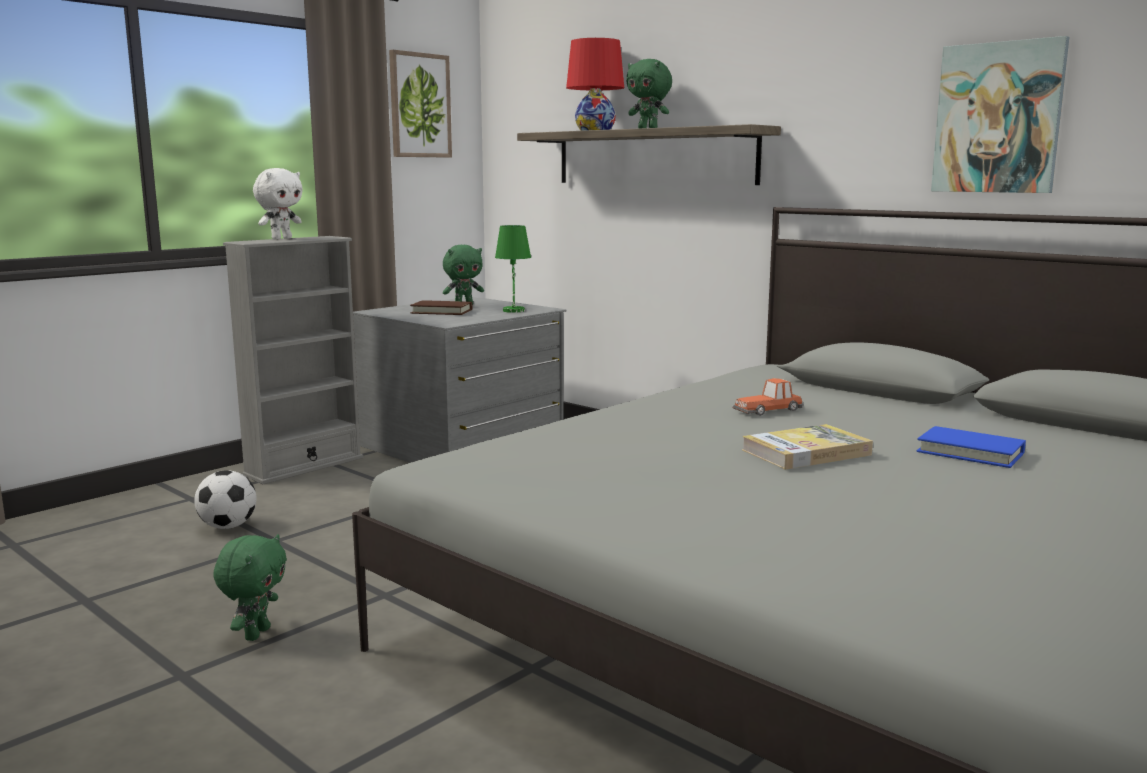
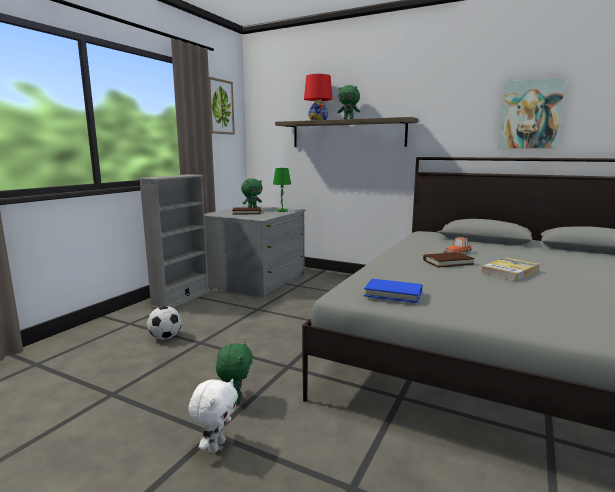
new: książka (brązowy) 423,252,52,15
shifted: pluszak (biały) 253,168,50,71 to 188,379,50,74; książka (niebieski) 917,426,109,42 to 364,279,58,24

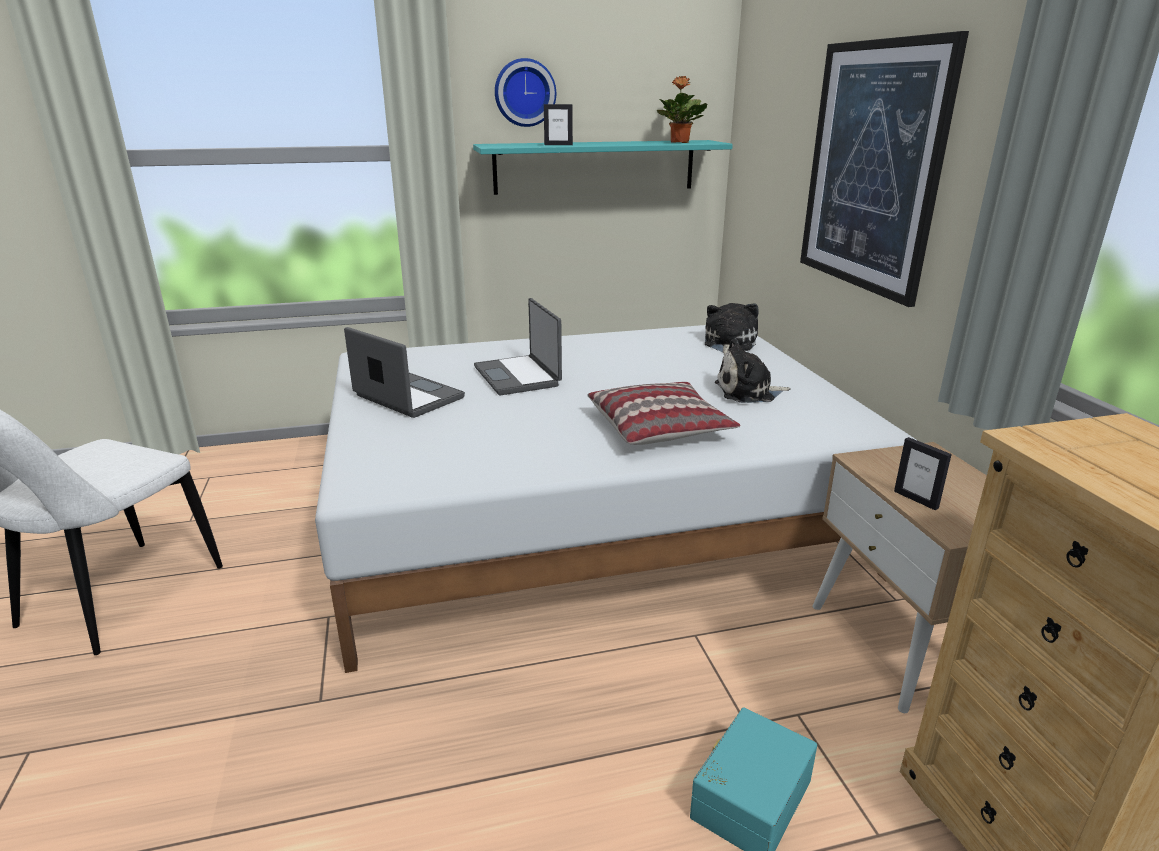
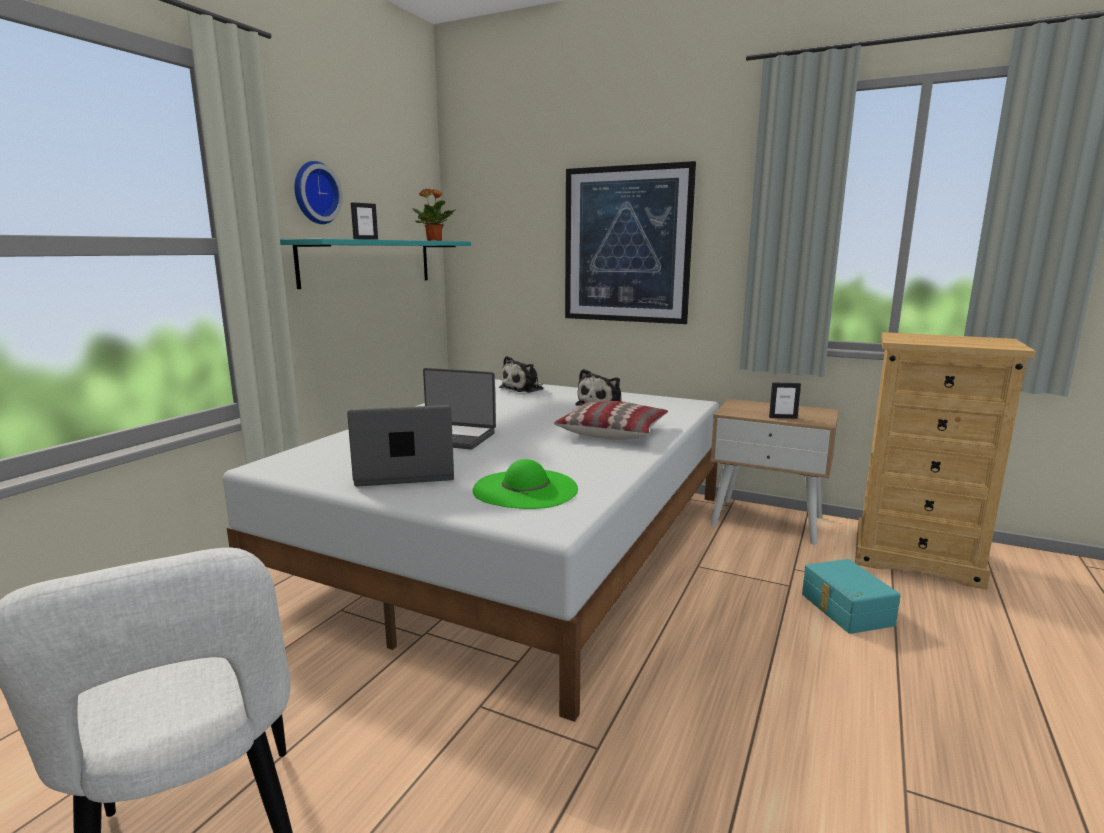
new: kapelusz (zielony) 473,459,105,50
rotated: pluszak 705,303,54,52 = 499,356,45,37 105 degrees counterclockwise

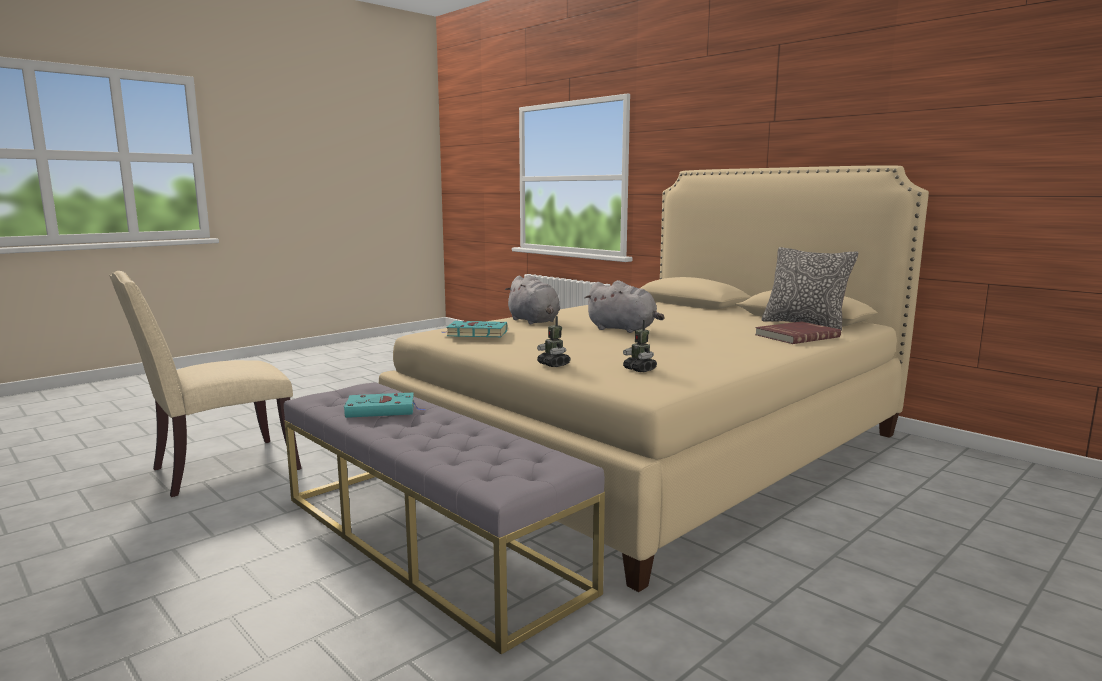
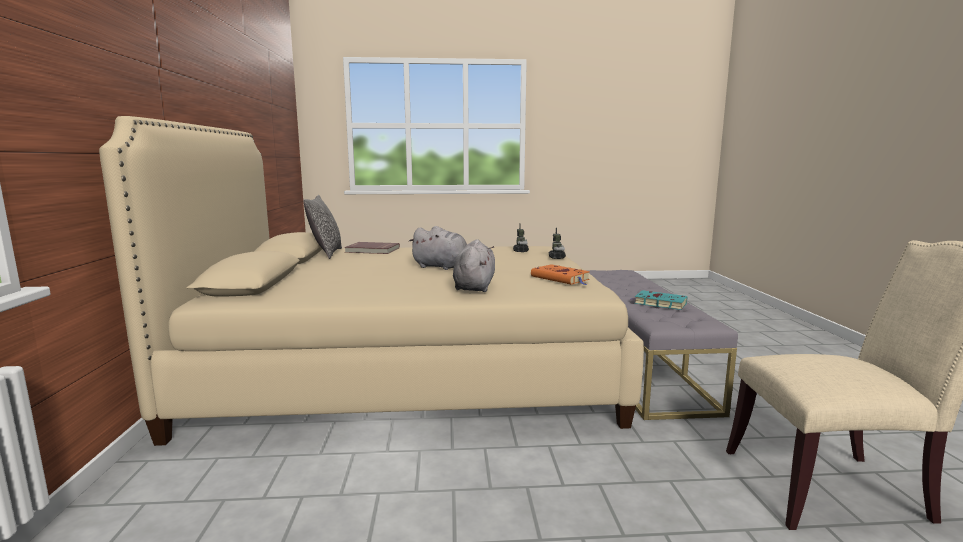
repainted: książka (turkusowy) 441,321,66,16 to książka (pomarańczowy) 531,264,59,21
rotated: pluszak (szary) 585,280,79,53 = 409,226,58,44 135 degrees clockwise

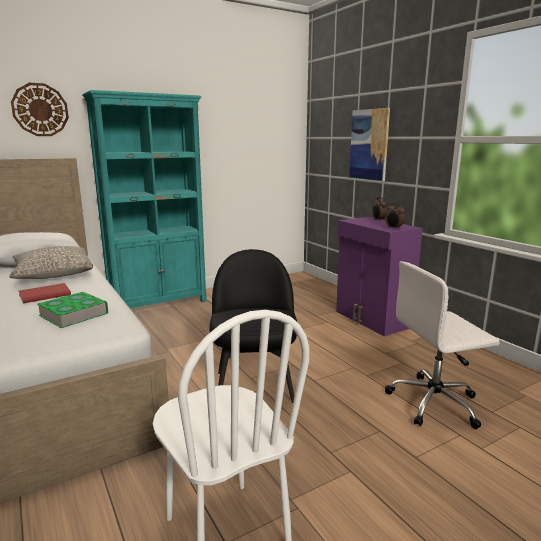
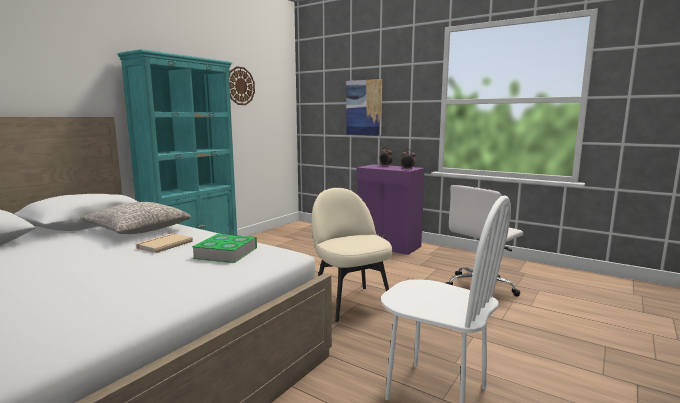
shifted: zegar ścienny 11,83,58,53 to 229,66,26,39
repainted: książka (czerwony) 19,283,52,21 to książka (beżowy) 136,233,57,20; krzesło (czarny) 209,249,88,154 to krzesło (beżowy) 311,188,81,134

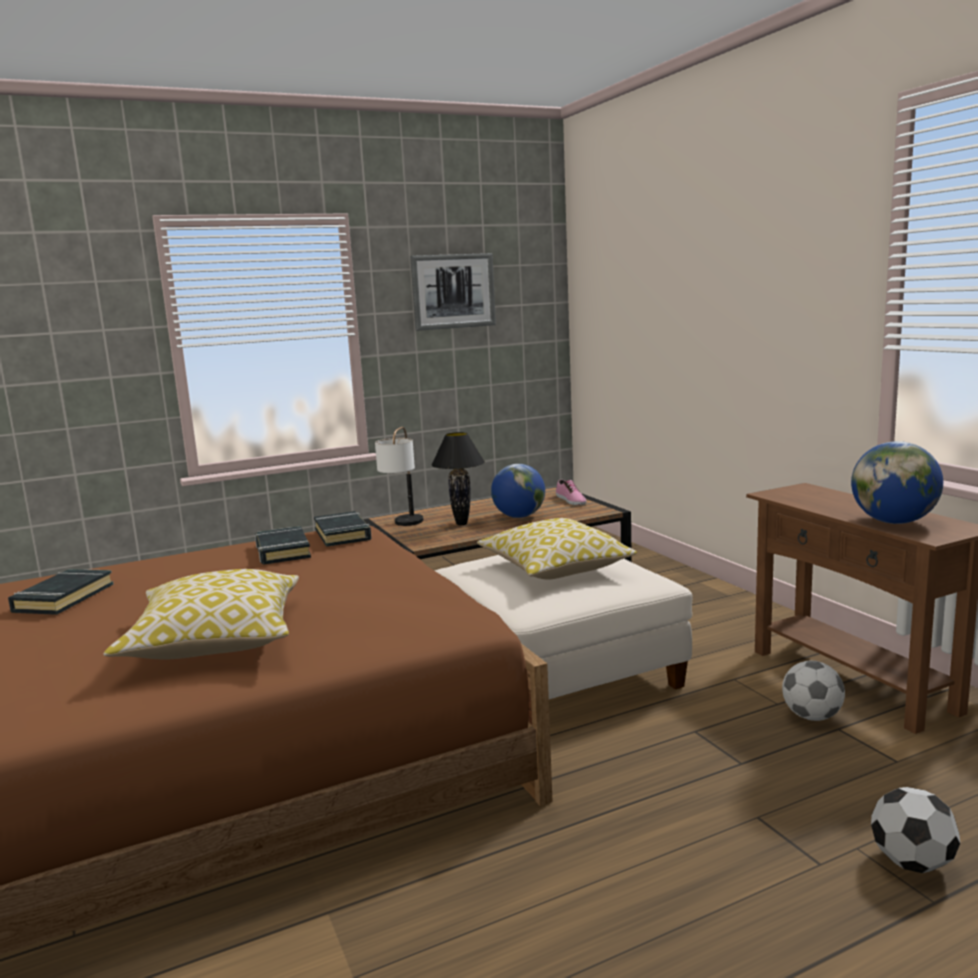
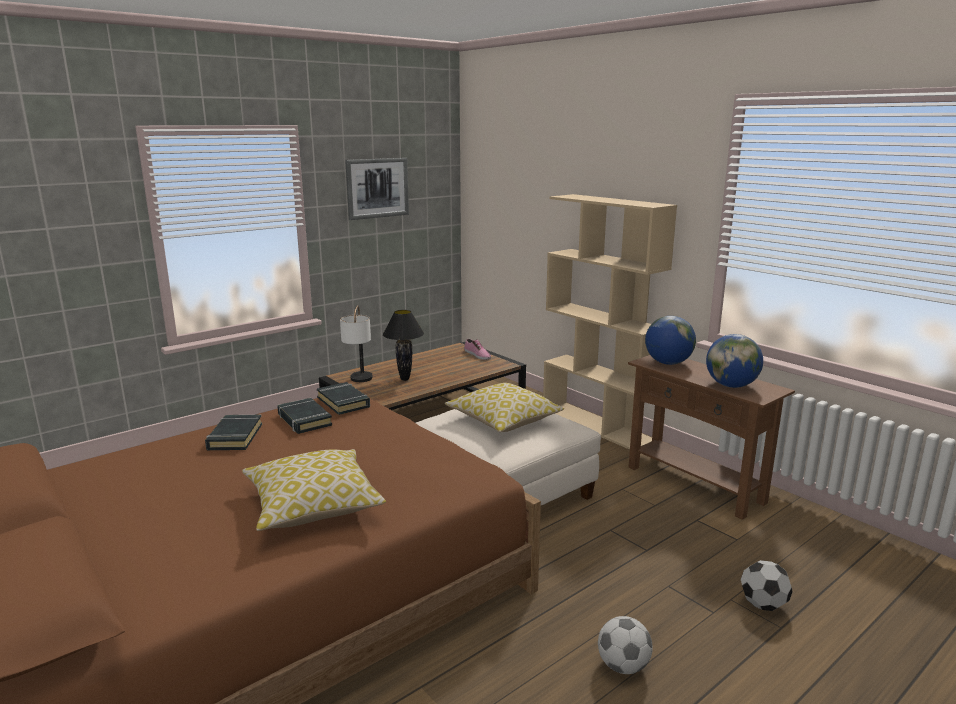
new: regał (beżowy) 543,194,134,256
shifted: książka (czarny) 8,569,106,46 to 205,415,57,35; piłka futbolowa 782,661,63,60 to 598,616,55,58; globus 491,464,54,54 to 645,316,51,49

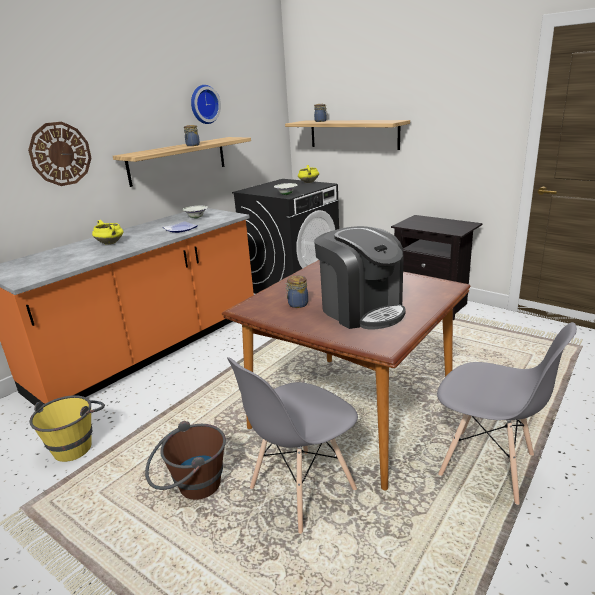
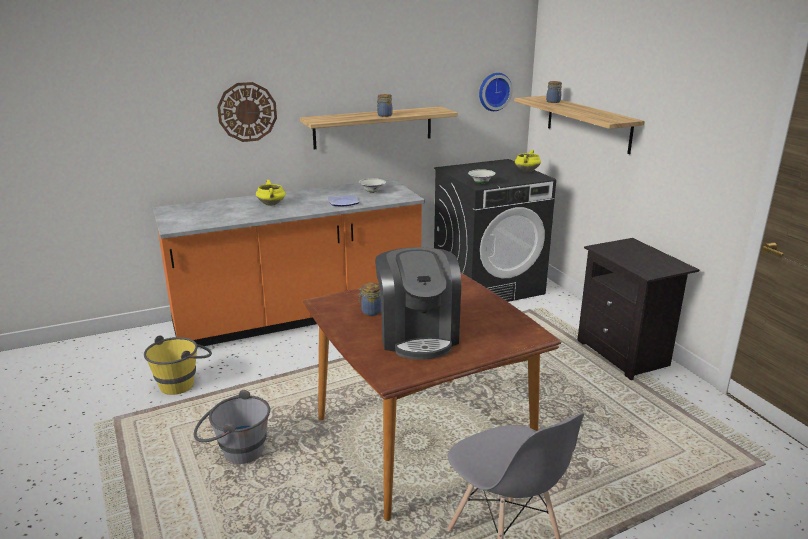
gone: krzesło (szary) 227,357,131,177
shifted: zegar ścienny 191,85,30,39 to 479,73,34,38
repainted: wiadro (brązowy) 145,421,81,79 to wiadro (szary) 194,390,76,74

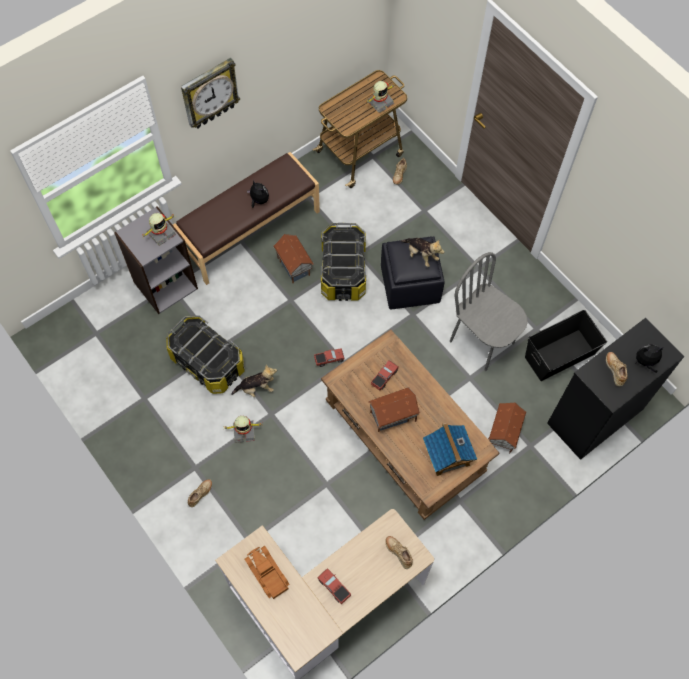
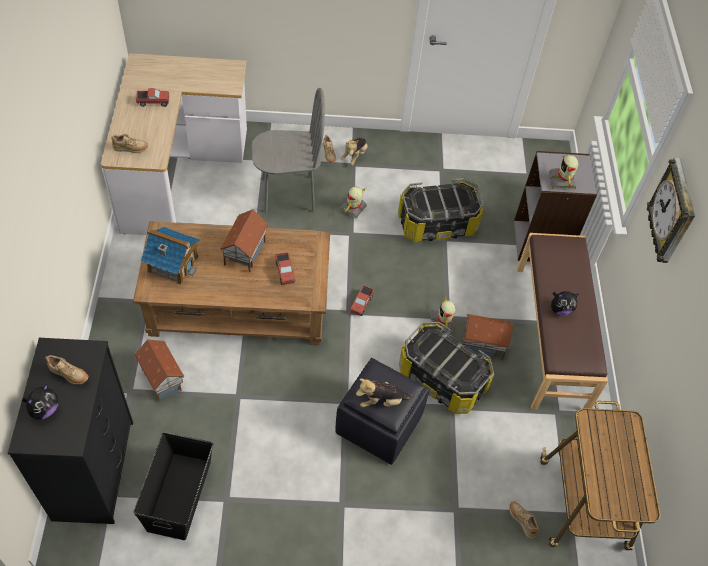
gone: ciężarówka zabawkowa 244,546,46,53
shifted: krzesło (szary) 450,252,78,119 to 252,88,73,125; pluszak 231,365,46,32 to 341,137,27,28; robot zabawkowy 366,81,28,32 to 431,296,24,36

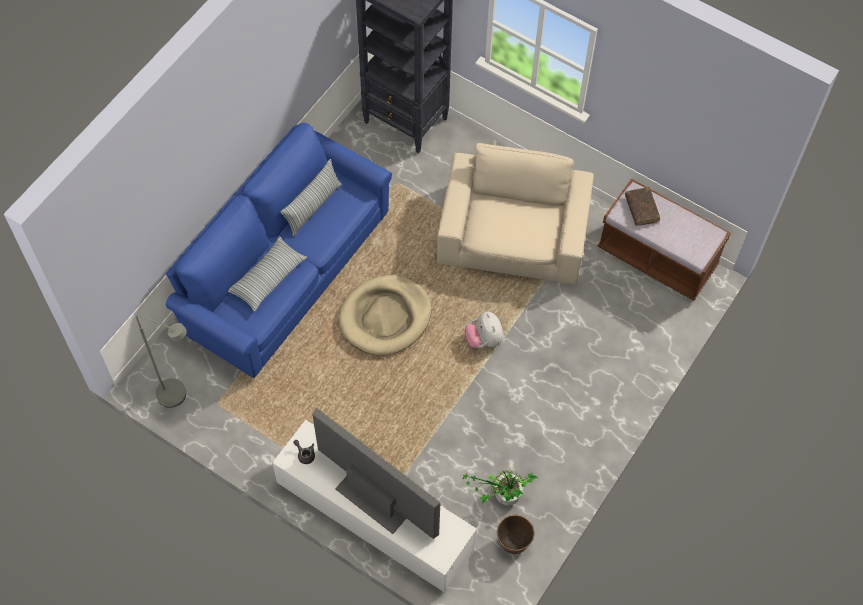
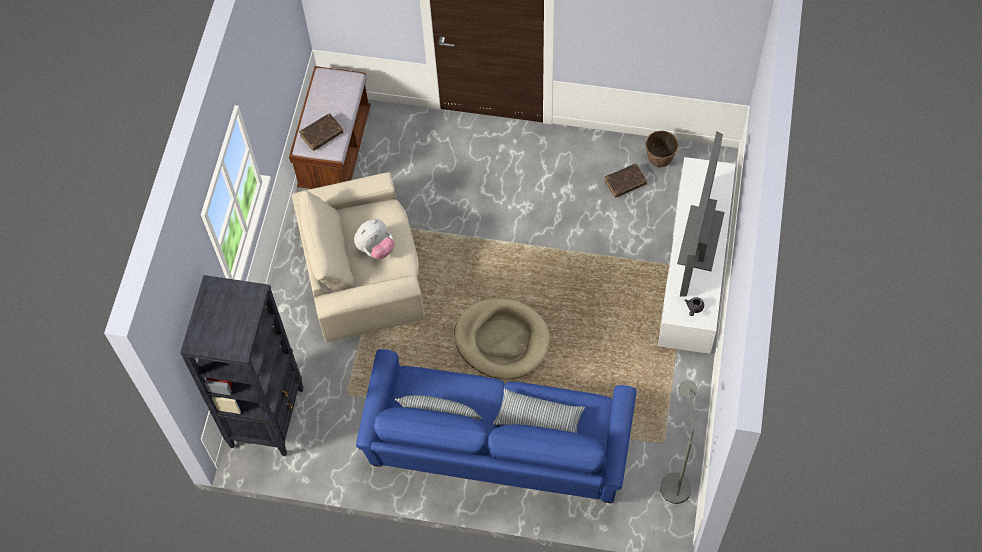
shifted: pluszak 465,312,38,36 to 354,219,41,41
swapped: roślina doniczkowa 462,470,76,36 to książka (brązowy) 604,164,43,34

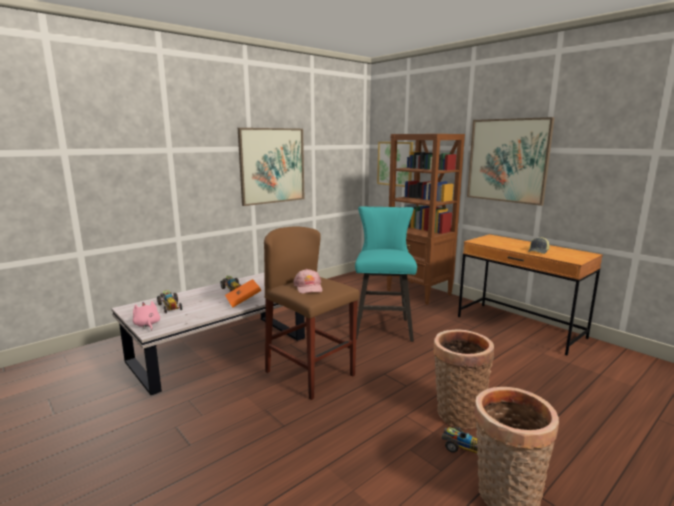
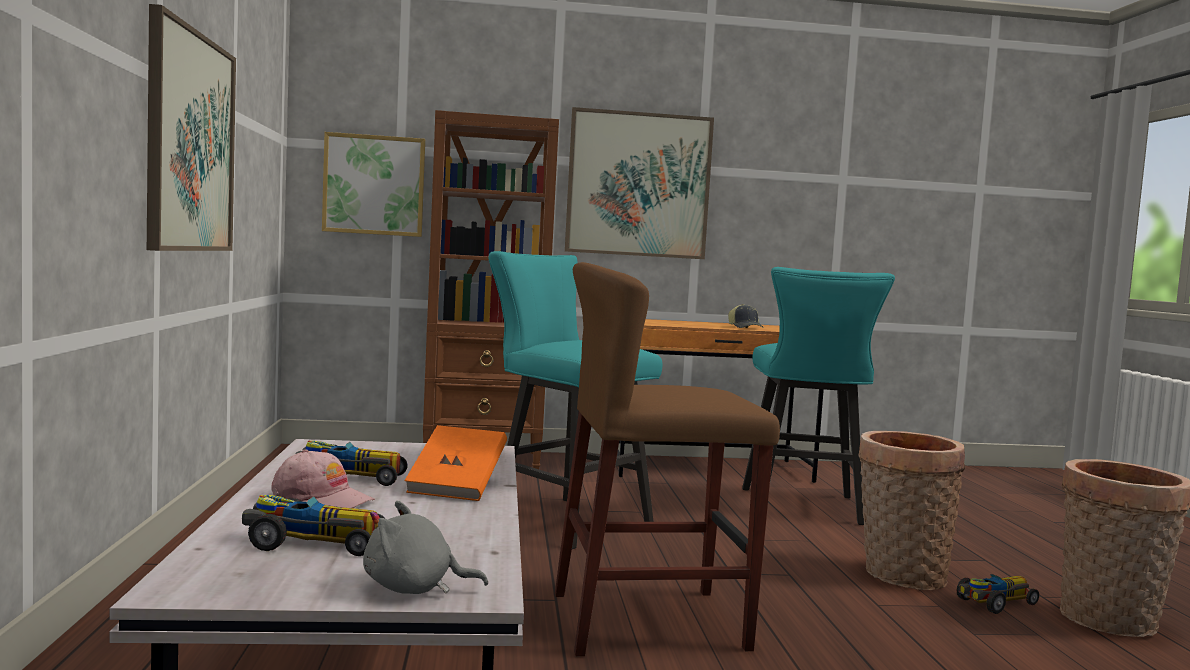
new: stołek (turkusowy) 742,267,153,258
shifted: czapka z daszkiem (różowy) 293,269,29,25 to 271,450,104,58
repainted: pluszak (różowy) 133,301,27,29 to pluszak (szary) 363,501,125,93

